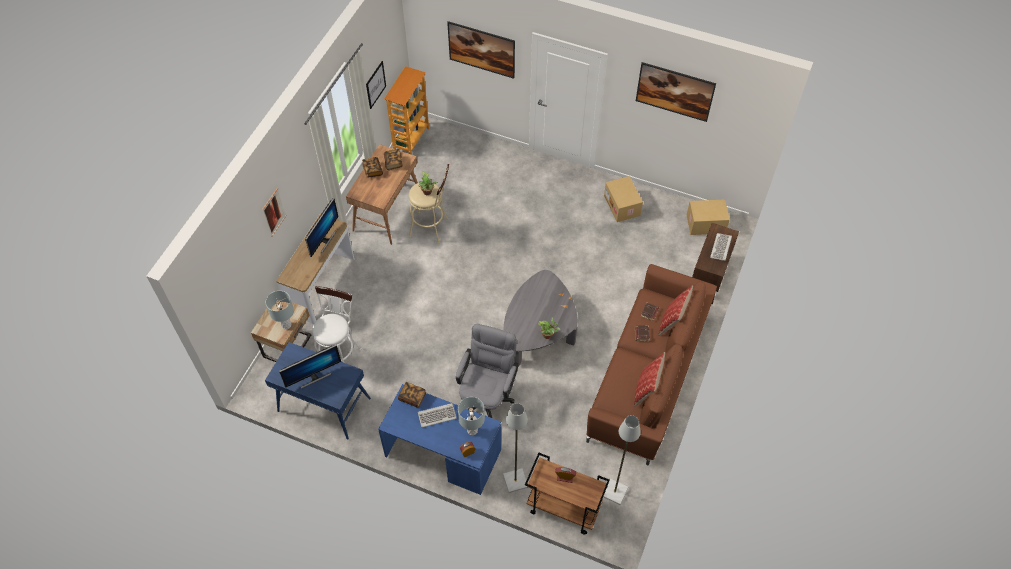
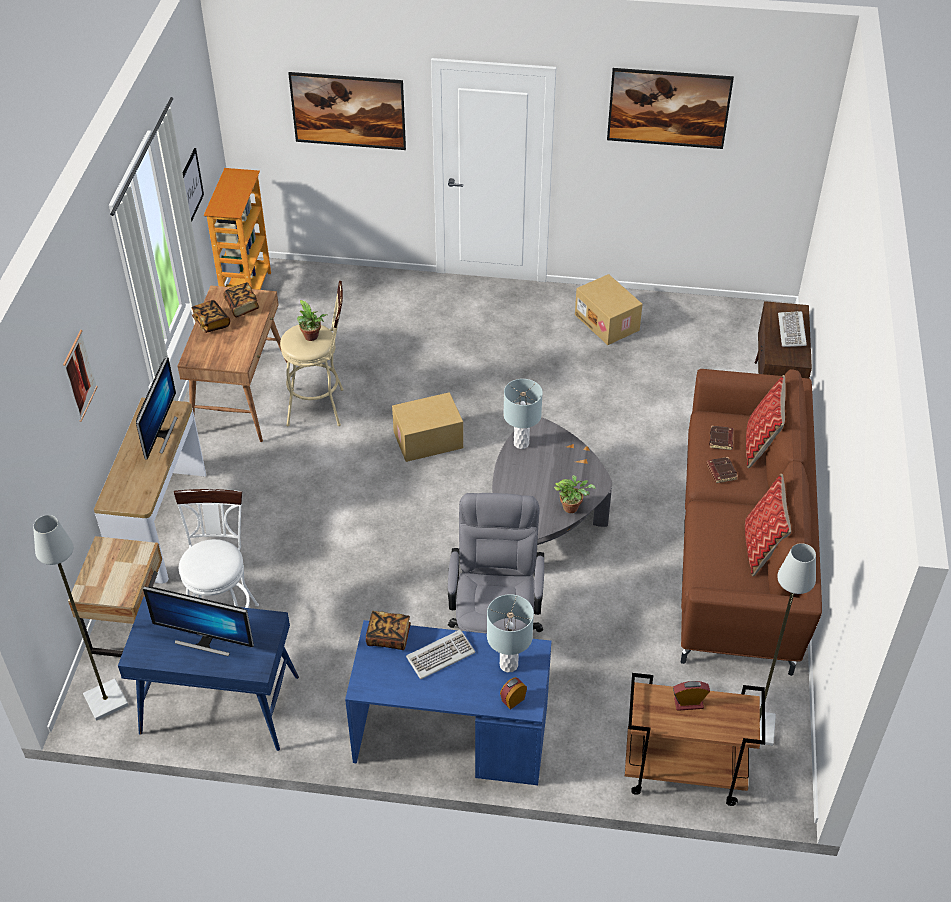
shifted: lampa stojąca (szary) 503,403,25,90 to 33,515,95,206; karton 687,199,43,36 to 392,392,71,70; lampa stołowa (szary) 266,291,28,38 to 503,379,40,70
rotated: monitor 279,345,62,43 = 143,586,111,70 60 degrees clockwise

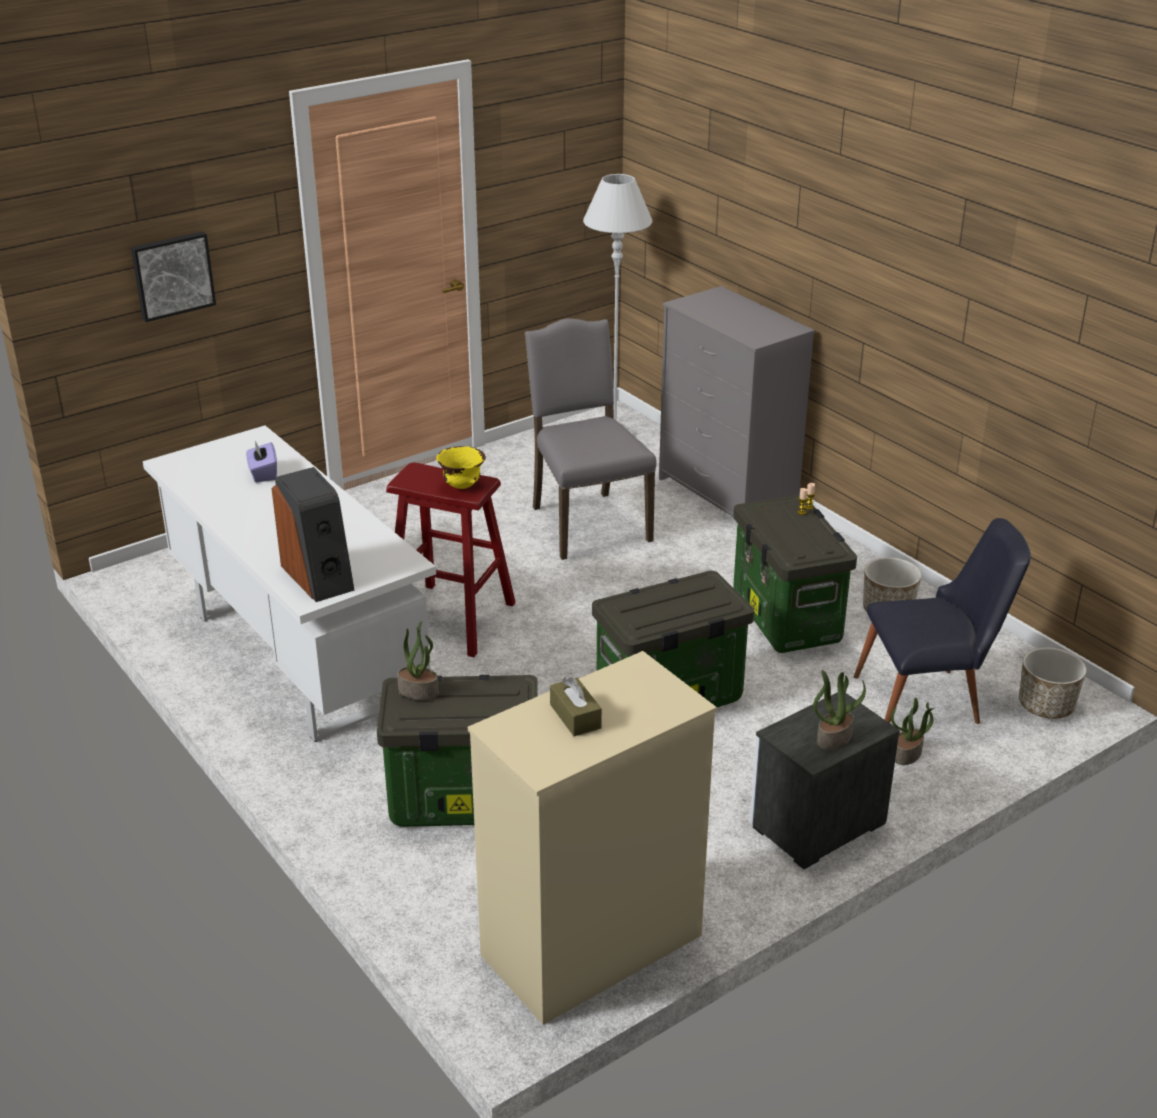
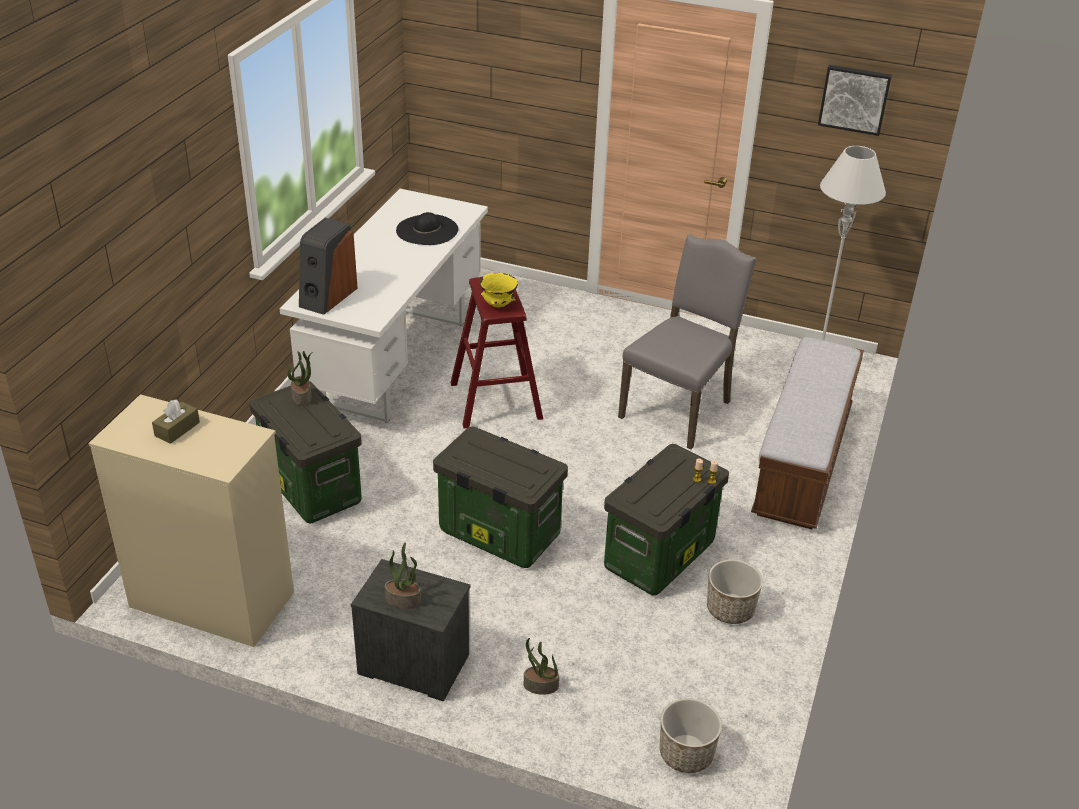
gone: krzesło (czarny) 854,518,177,206
shifted: obraz 131,231,85,91 to 818,65,74,71
swapped: pudełko chusteczek (fioletowy) 246,441,31,41 to kapelusz (czarny) 396,212,62,33; komoda (szary) 659,286,156,231 to ławka 751,337,113,192

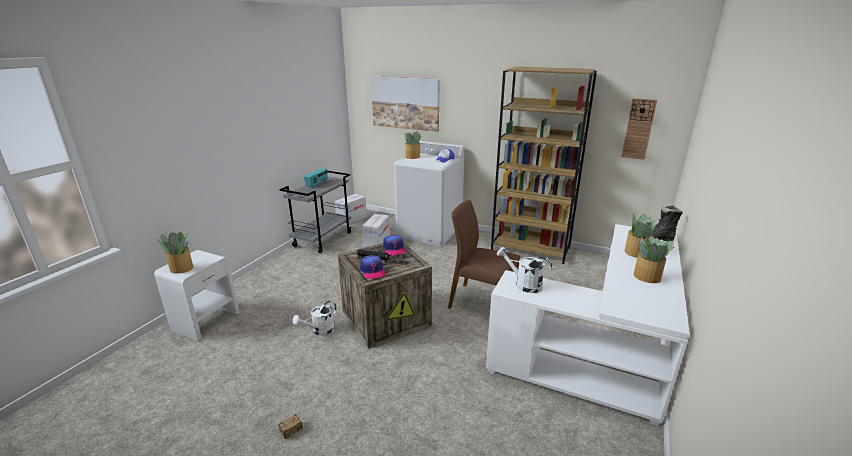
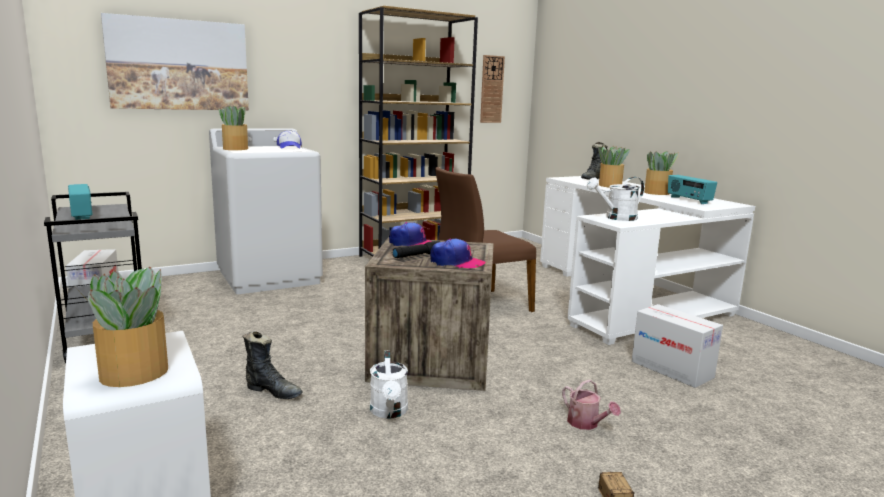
new: but z cholewką (czarny) 243,331,60,68; konewka 562,379,59,51; radio 668,175,49,29
shifted: karton 362,214,28,34 to 632,304,91,84

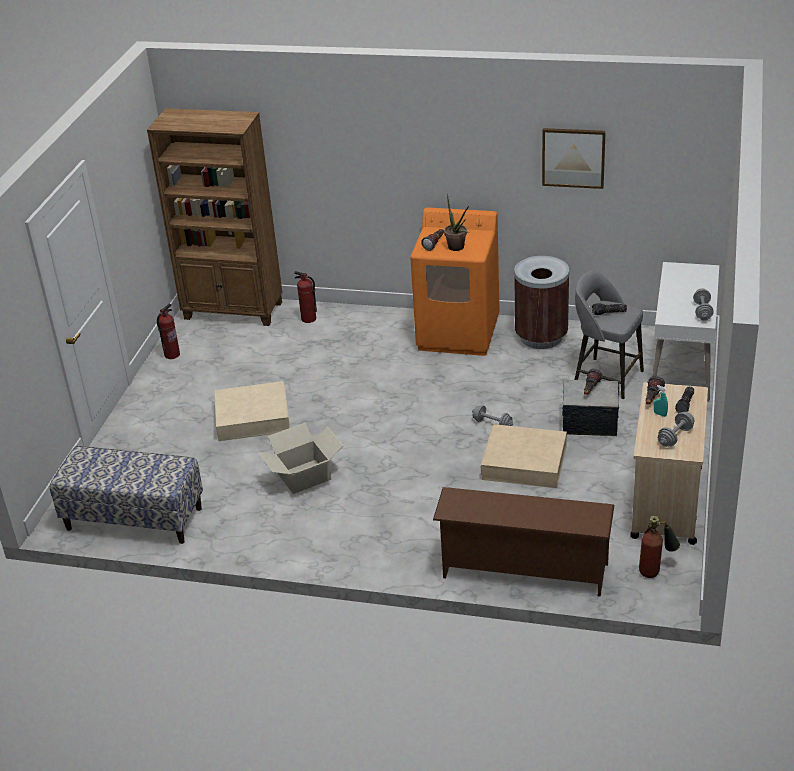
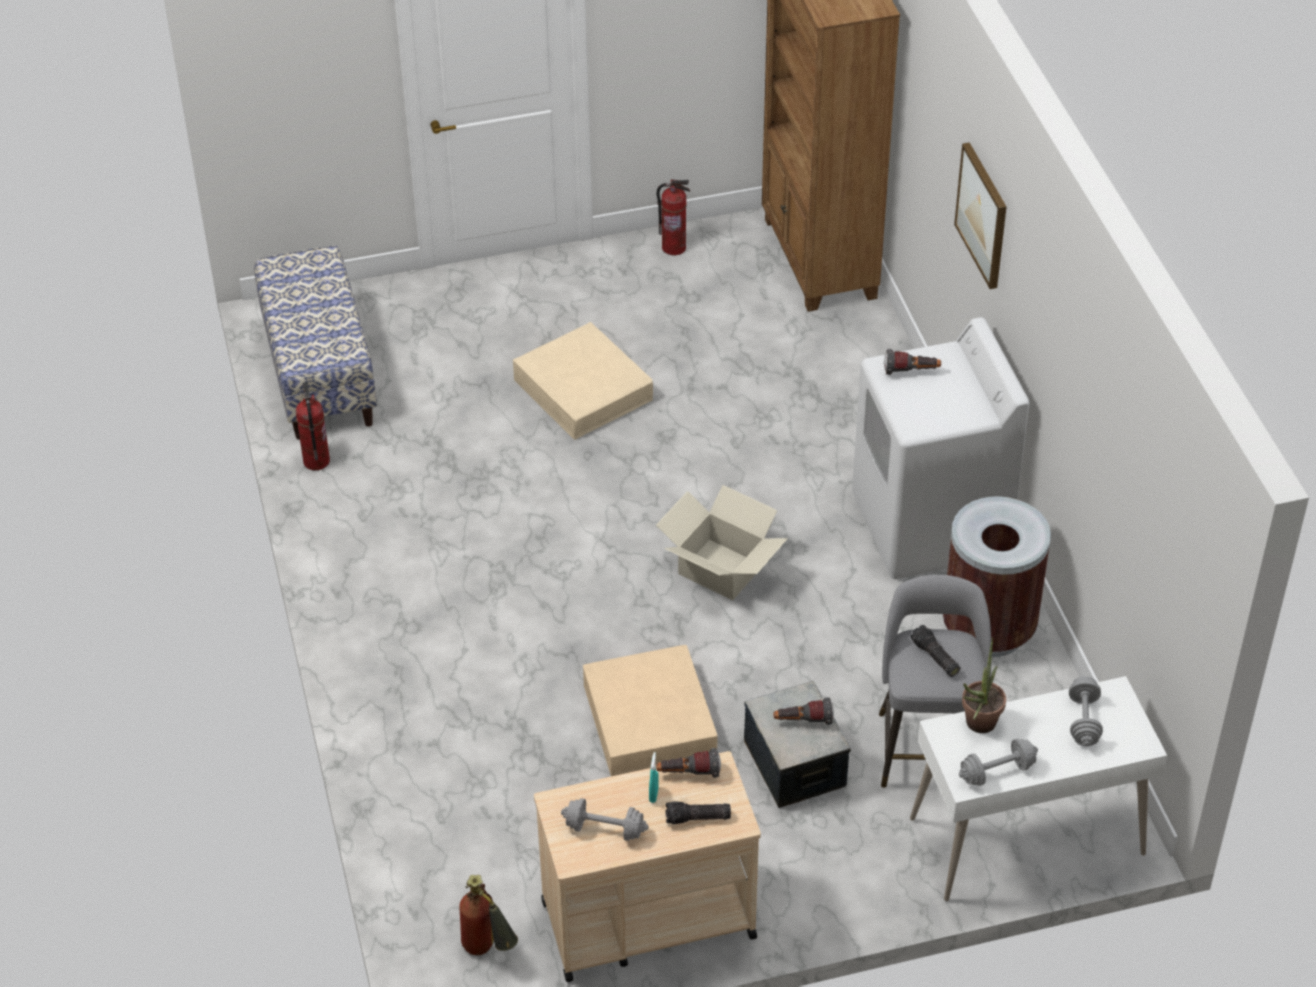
gone: regał na buty (brązowy) 433,487,181,110
shifted: gaśnica 294,271,23,52 to 296,382,34,88; karton 258,423,86,71 to 656,485,131,116; obraz 542,128,64,61 to 954,142,52,147; roślina doniczkowa 444,193,25,58 to 962,637,44,96; hantel (szary) 472,405,41,21 to 1069,676,34,70
repainted: pralka (pomarańczowy) 410,207,90,149 to pralka (biały) 852,317,177,262

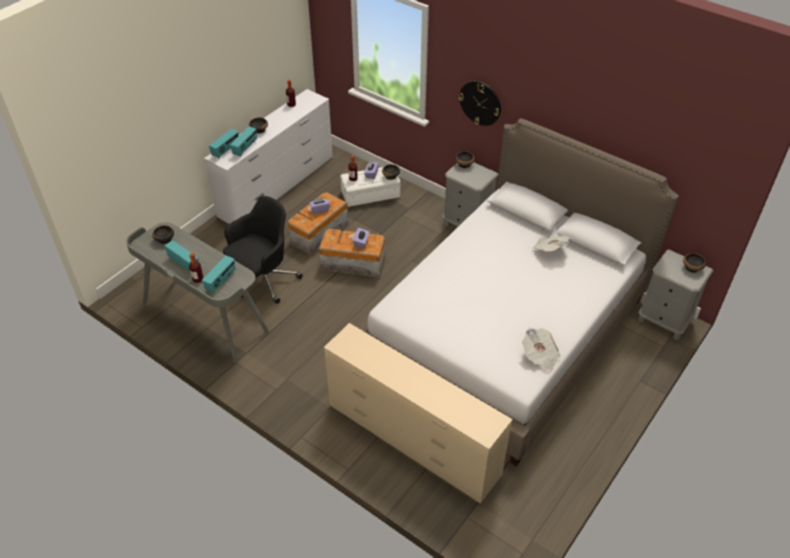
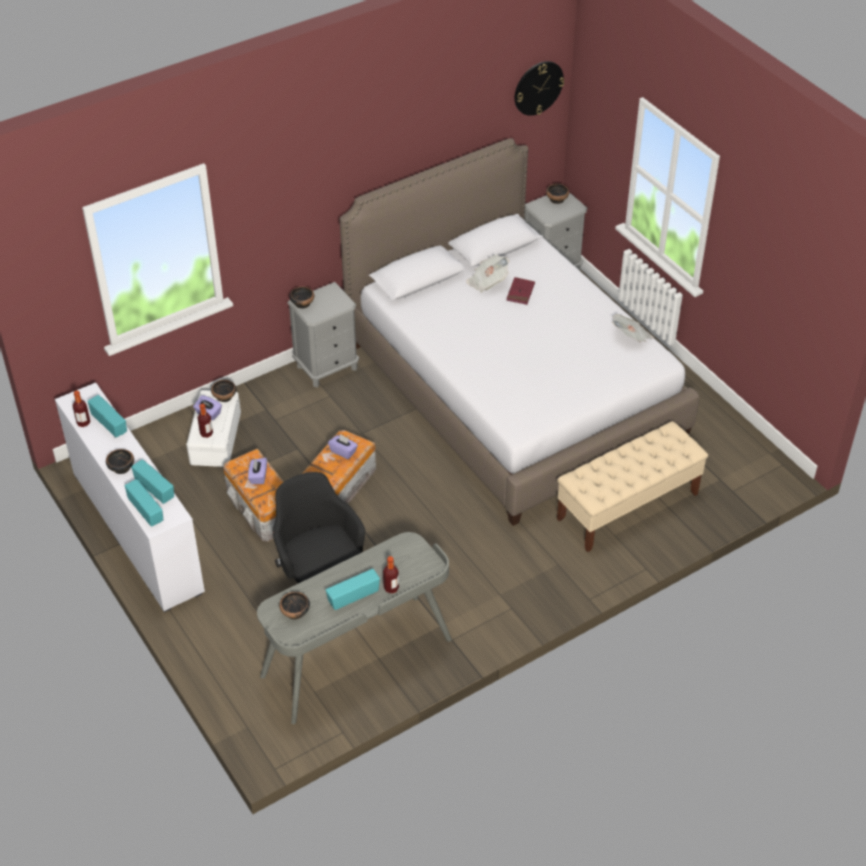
new: książka (czerwony) 507,277,28,28
shifted: radio 202,255,33,38 to 87,395,40,42; zegar ścienny 459,81,42,45 to 515,61,49,55
swapped: komoda (beżowy) 324,323,189,181 to ławka (beżowy) 557,421,151,131

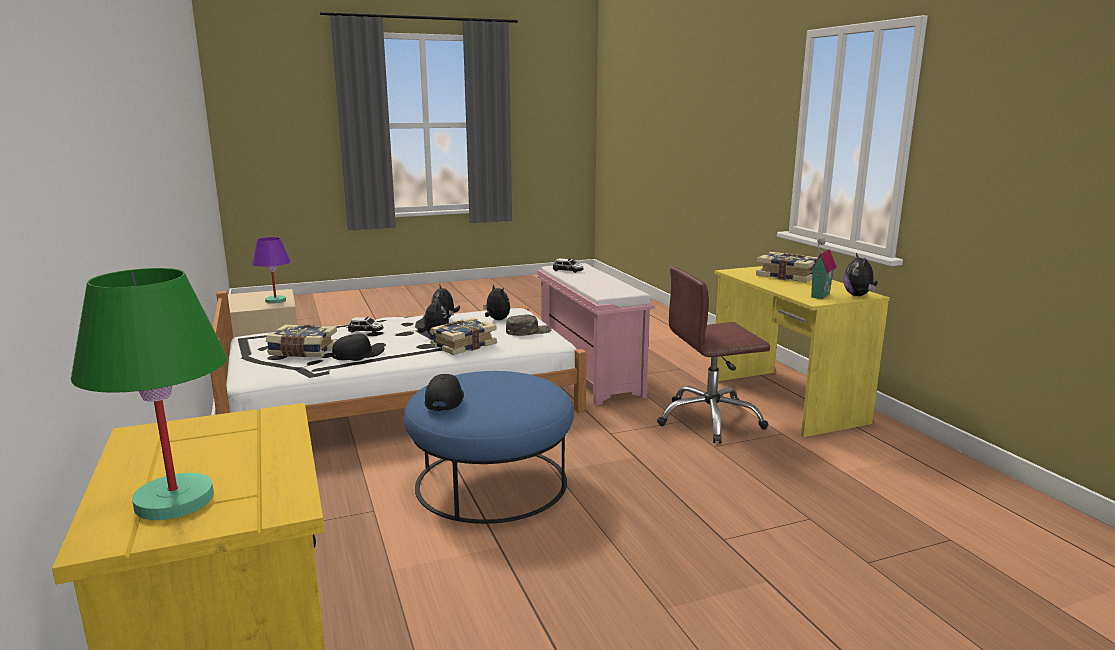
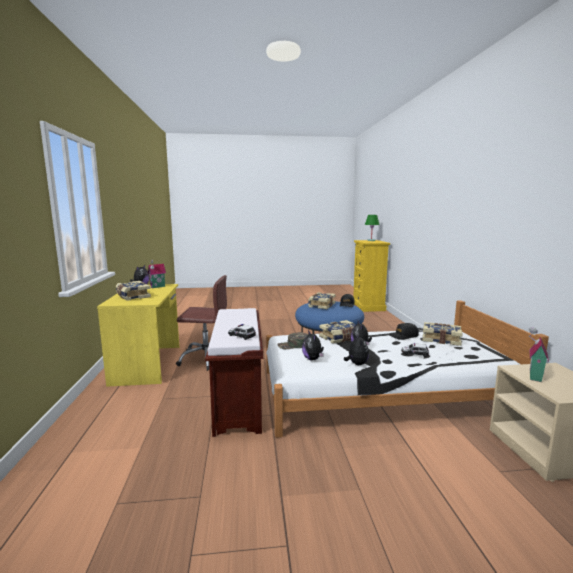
new: książka 308,292,28,17
swapped: lampa stołowa (fioletowy) 252,237,39,67 to domek 529,327,20,55
repainted: ławka (różowy) 537,263,118,142 to ławka (brązowy) 205,308,58,129

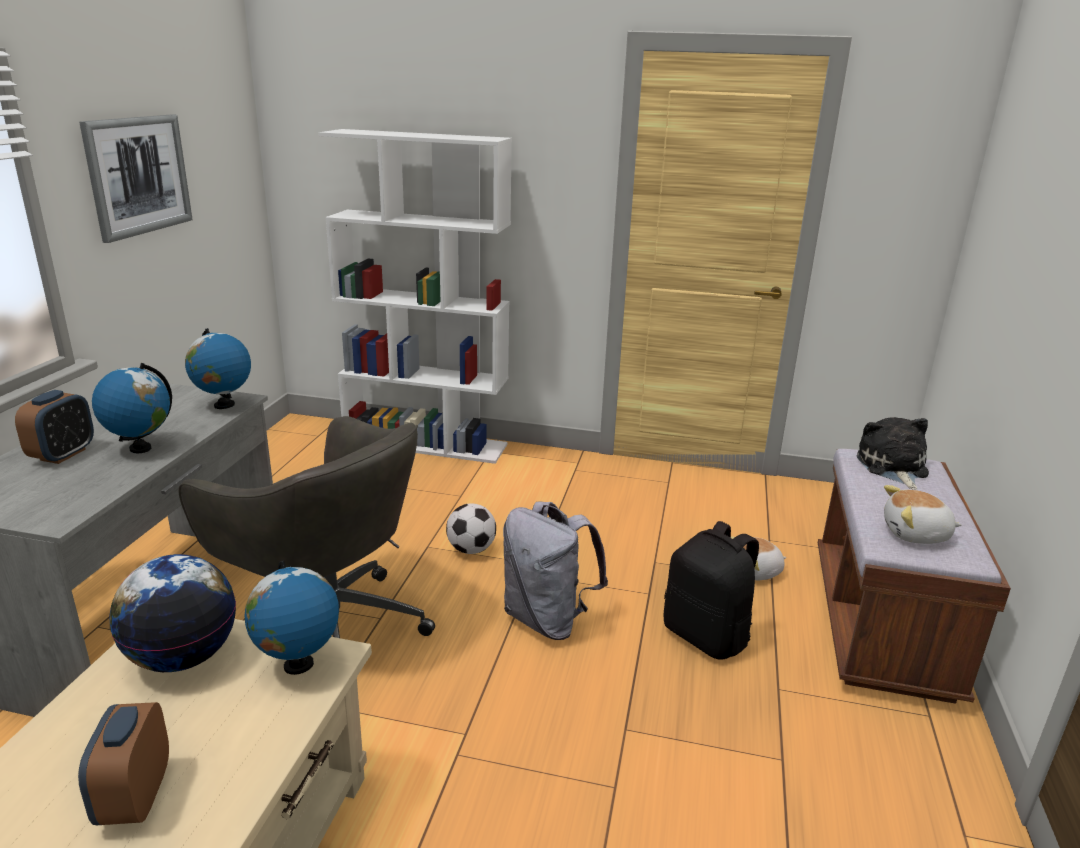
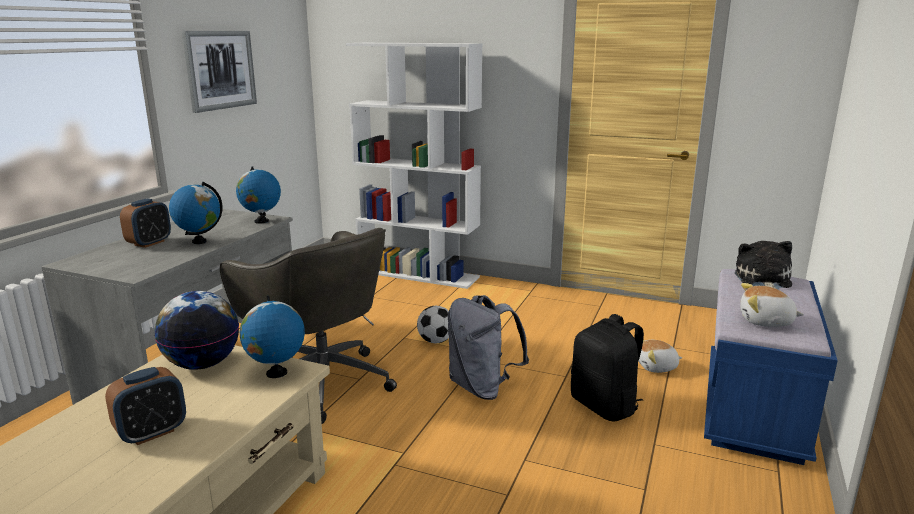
repainted: ławka (brązowy) 818,449,193,255 to ławka (niebieski) 704,269,134,196
rotated: budzik 78,702,91,123 = 105,367,81,78 135 degrees counterclockwise

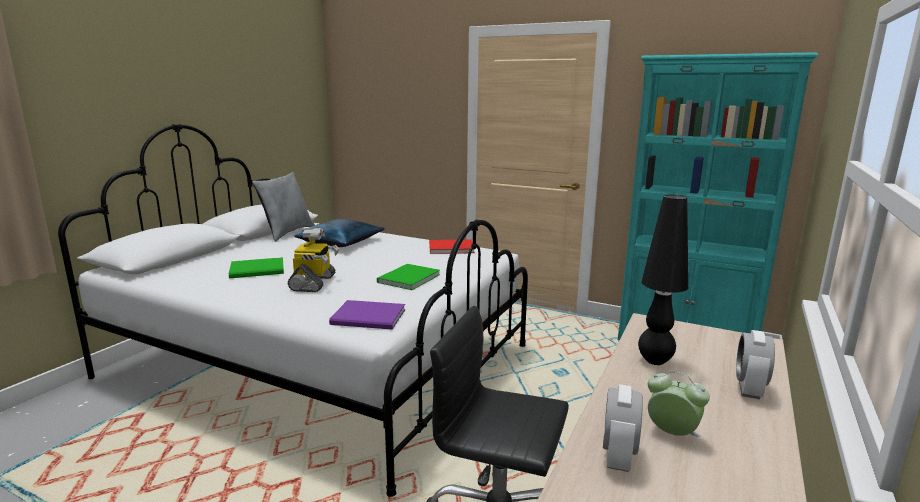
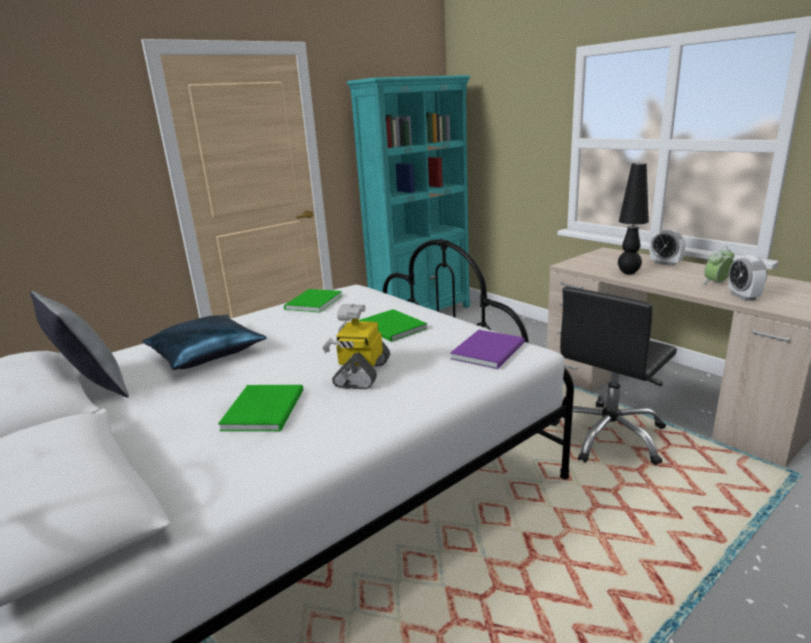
repainted: książka (czerwony) 429,240,46,14 to książka (zielony) 284,289,59,24
rotated: robot zabawkowy 288,228,51,64 = 322,304,68,85 105 degrees counterclockwise; budzik 603,384,40,88 = 728,255,39,46 45 degrees clockwise

